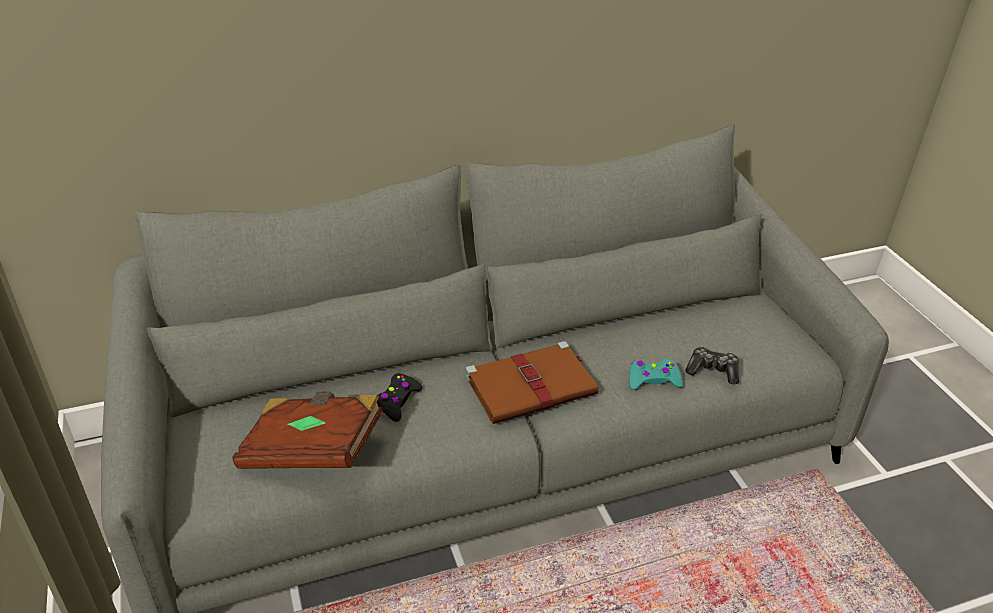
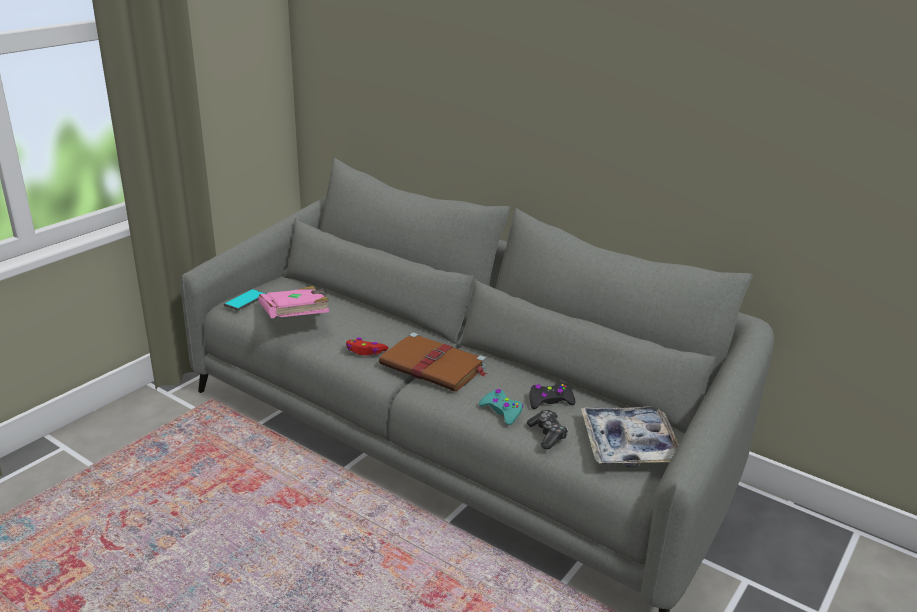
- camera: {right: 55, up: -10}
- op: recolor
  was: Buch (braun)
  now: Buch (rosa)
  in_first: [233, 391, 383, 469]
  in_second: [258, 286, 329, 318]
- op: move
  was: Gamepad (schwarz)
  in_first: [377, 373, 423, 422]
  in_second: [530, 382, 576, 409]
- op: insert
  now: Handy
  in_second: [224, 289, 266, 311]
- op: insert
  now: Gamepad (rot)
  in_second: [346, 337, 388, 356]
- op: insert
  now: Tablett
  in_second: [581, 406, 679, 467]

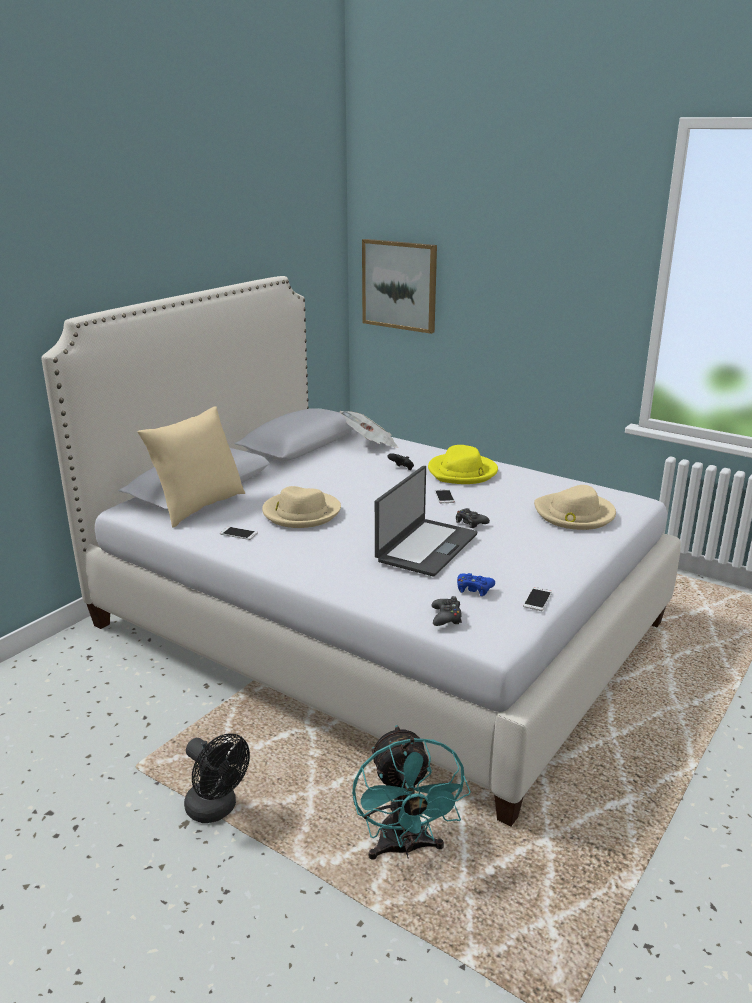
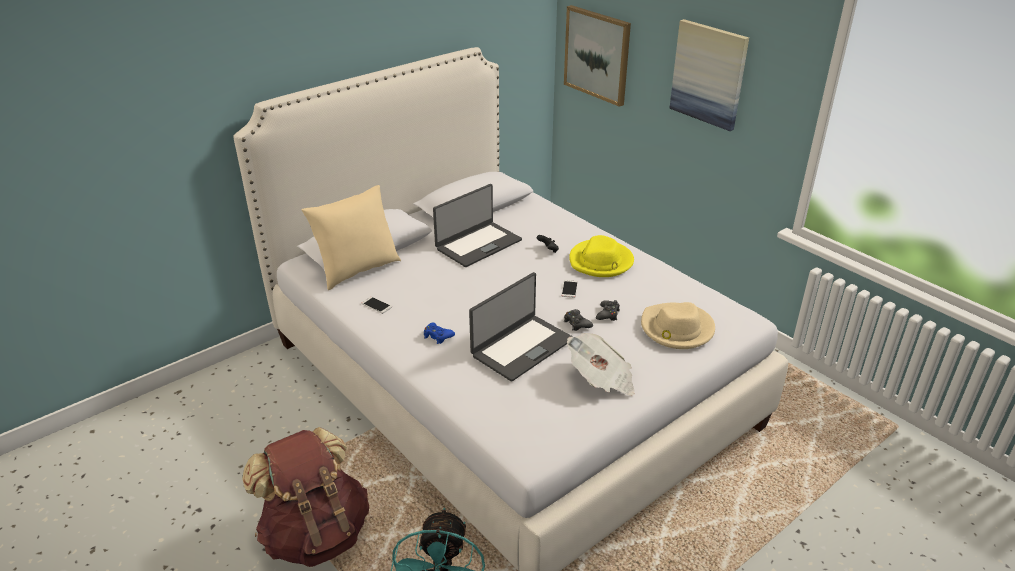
- camera: {right: 15, up: 10}
- op: replace
  was: Ventilator (schwarz)
  now: Rucksack (braun)
  in_first: [184, 733, 250, 823]
  in_second: [242, 427, 369, 567]
- op: delete
  was: Hut (beige)
  in_first: [262, 486, 341, 528]
- op: move
  was: Zeitung
  in_first: [340, 411, 399, 448]
  in_second: [567, 333, 635, 396]
- op: move
  was: Gamepad (schwarz)
  in_first: [431, 596, 462, 626]
  in_second: [596, 300, 620, 321]
- op: move
  was: Gamepad (blau)
  in_first: [457, 573, 495, 596]
  in_second: [424, 322, 455, 344]
- op: delete
  was: Handy
  in_first: [523, 587, 552, 611]
- op: insert
  now: Laptop
  in_second: [433, 184, 522, 267]
- op: insert
  now: Bild
  in_second: [669, 19, 749, 131]

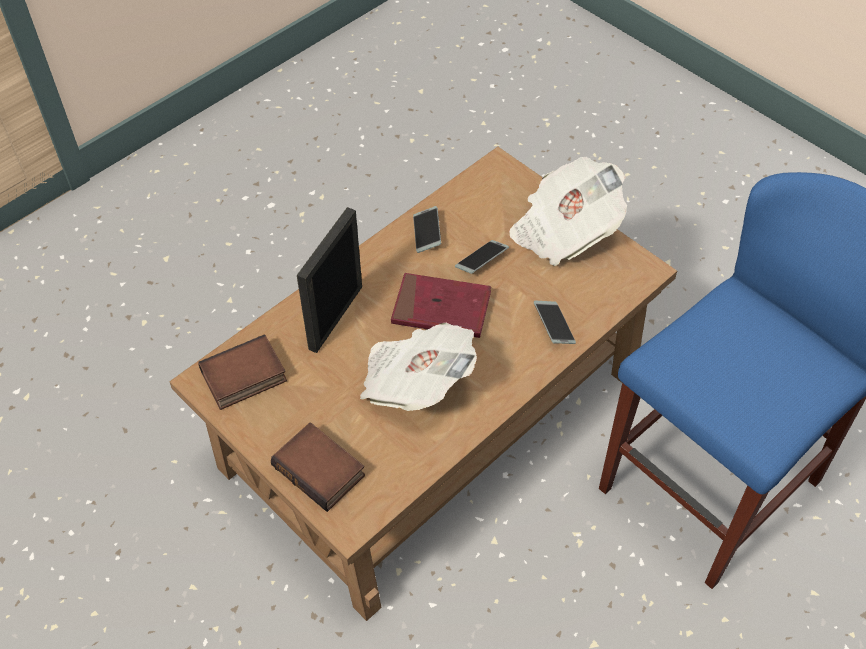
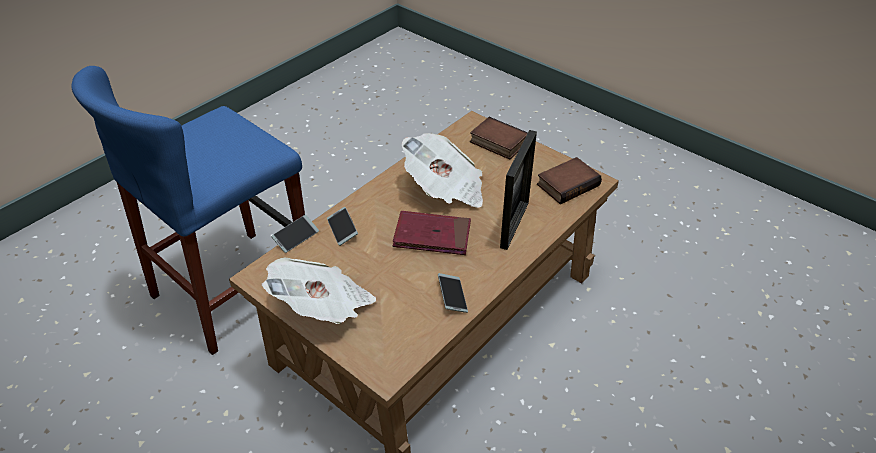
- camera: {right: 175, up: -10}
- op: move
  was: Handy
  in_first: [455, 240, 509, 274]
  in_second: [271, 215, 319, 253]

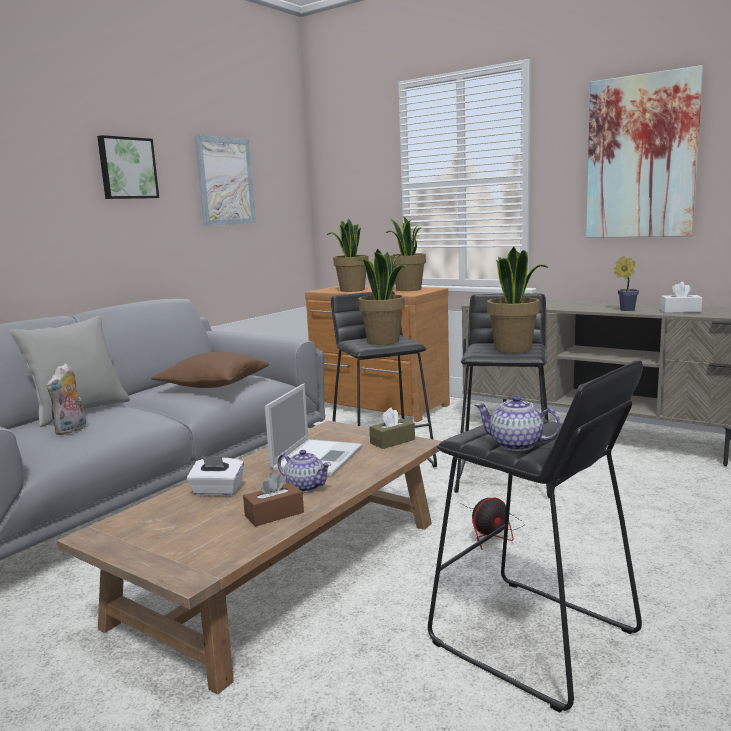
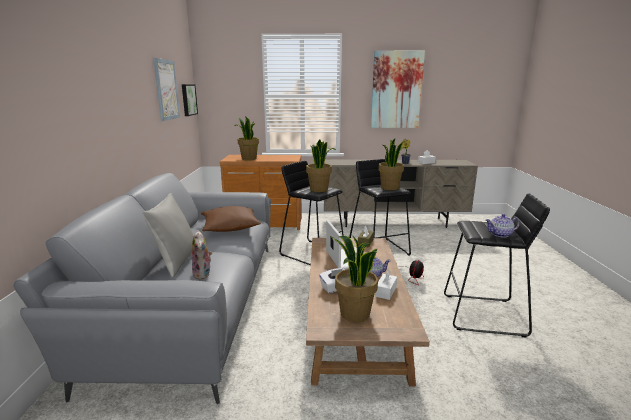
- camera: {right: -35, up: 5}
- op: move
  was: Bild
  in_first: [97, 135, 159, 199]
  in_second: [182, 84, 198, 116]
- op: recolor
  was: Taschentuchbox (braun)
  now: Taschentuchbox (weiß)
  in_first: [243, 473, 304, 527]
  in_second: [375, 270, 397, 300]
- op: move
  was: Topfpflanze
  in_first: [386, 217, 426, 291]
  in_second: [332, 236, 378, 322]

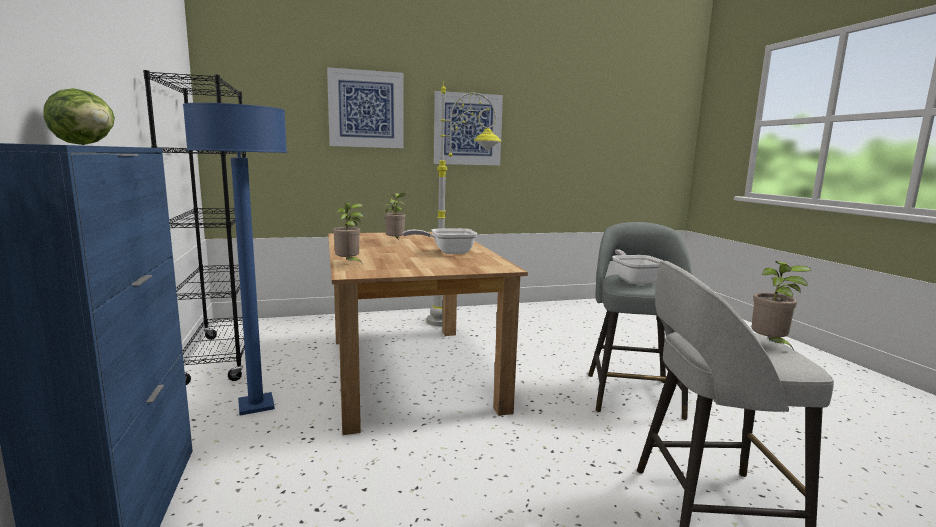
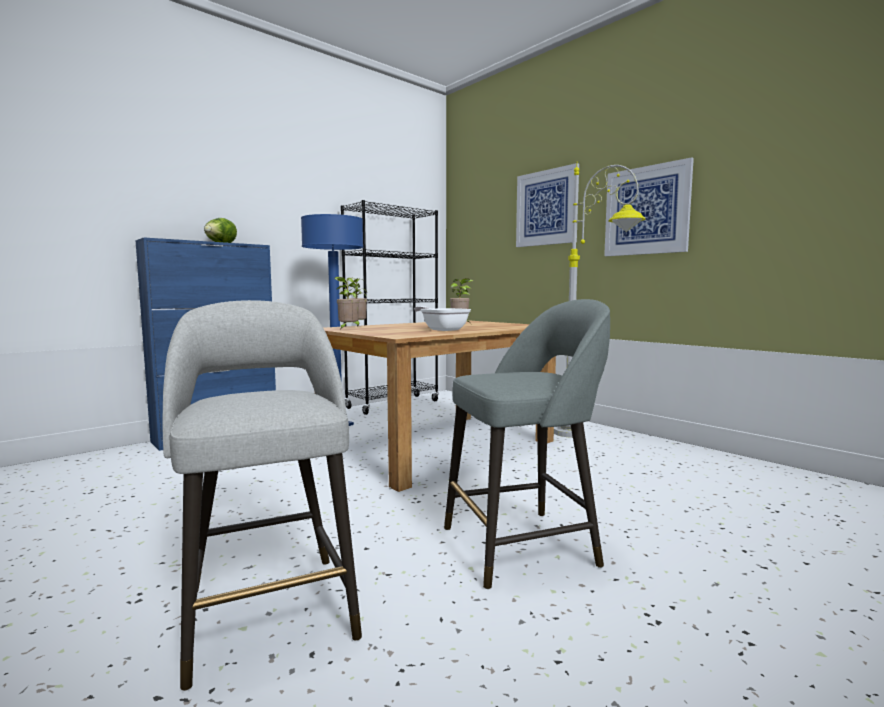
- camera: {right: 65, up: -5}
- op: delete
  was: Pfanne
  in_first: [612, 249, 664, 284]
- op: move
  was: Topfpflanze
  in_first: [751, 261, 812, 350]
  in_second: [335, 277, 360, 330]

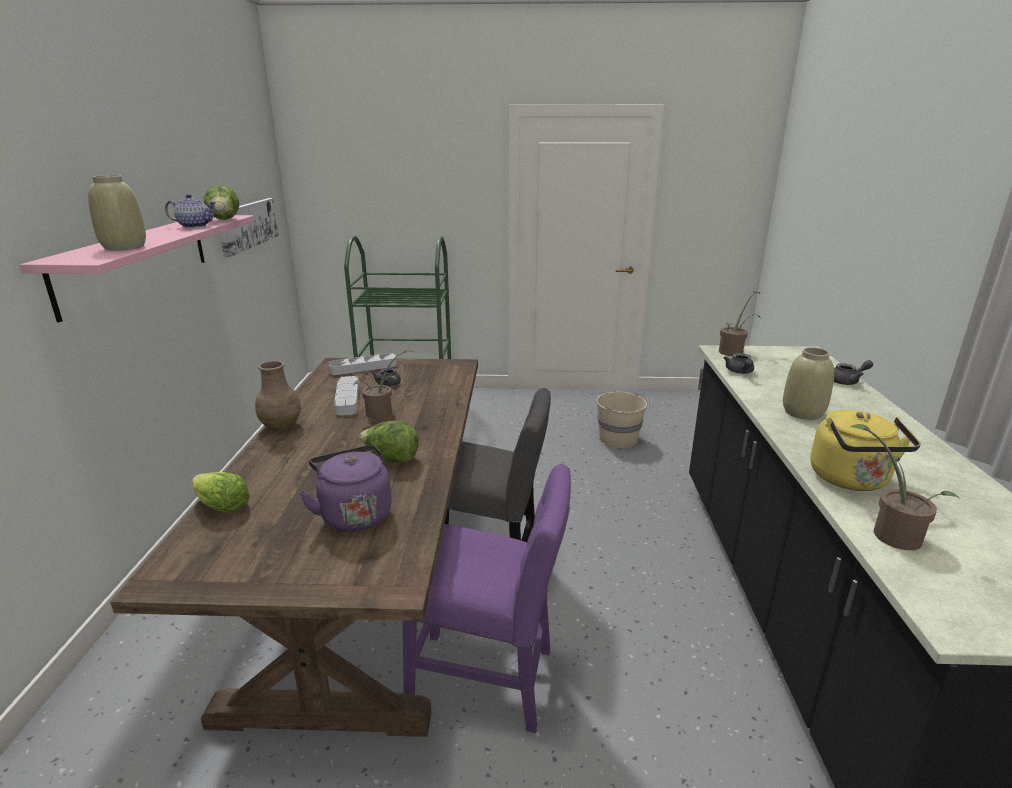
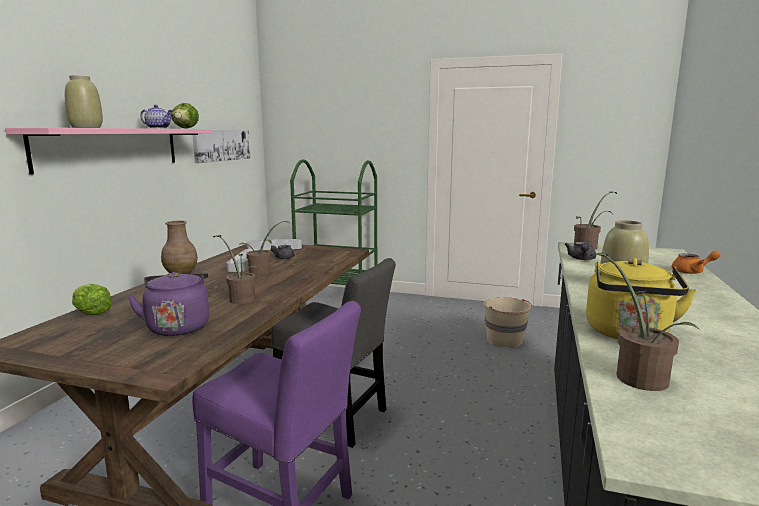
- camera: {right: 15, up: -10}
- op: replace
  was: Salatkopf
  now: Topfpflanze
  in_first: [359, 421, 419, 463]
  in_second: [213, 235, 259, 304]
- op: recolor
  was: Teekanne (grau)
  now: Teekanne (orange)
  in_first: [834, 360, 873, 385]
  in_second: [672, 251, 721, 274]

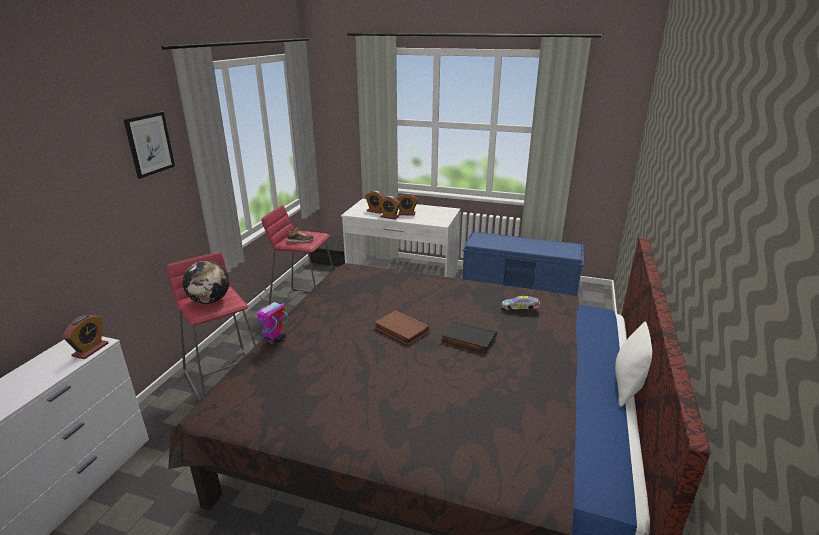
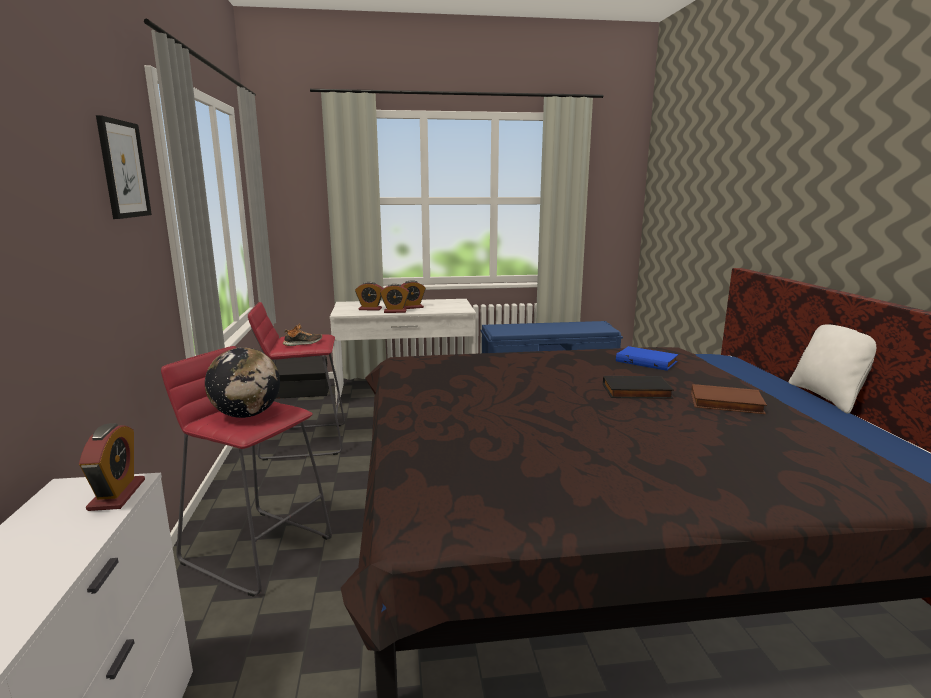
- camera: {right: -25, up: -10}
- op: delete
  was: Spielzeugroboter
  in_first: [255, 289, 288, 345]
- op: move
  was: Buch (braun)
  in_first: [375, 310, 429, 345]
  in_second: [691, 384, 767, 414]
- op: replace
  was: Spielzeugauto
  now: Buch (blau)
  in_first: [501, 296, 540, 310]
  in_second: [616, 346, 678, 371]

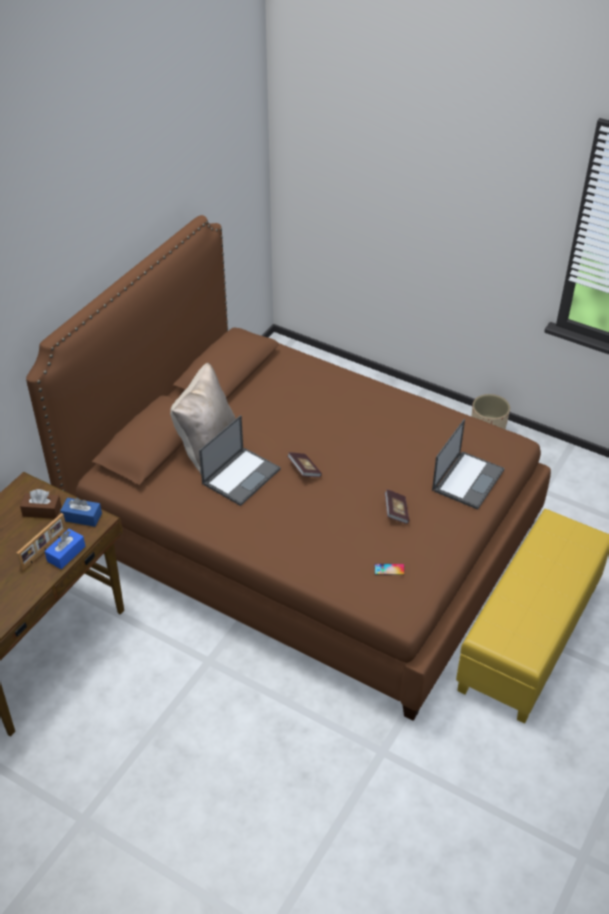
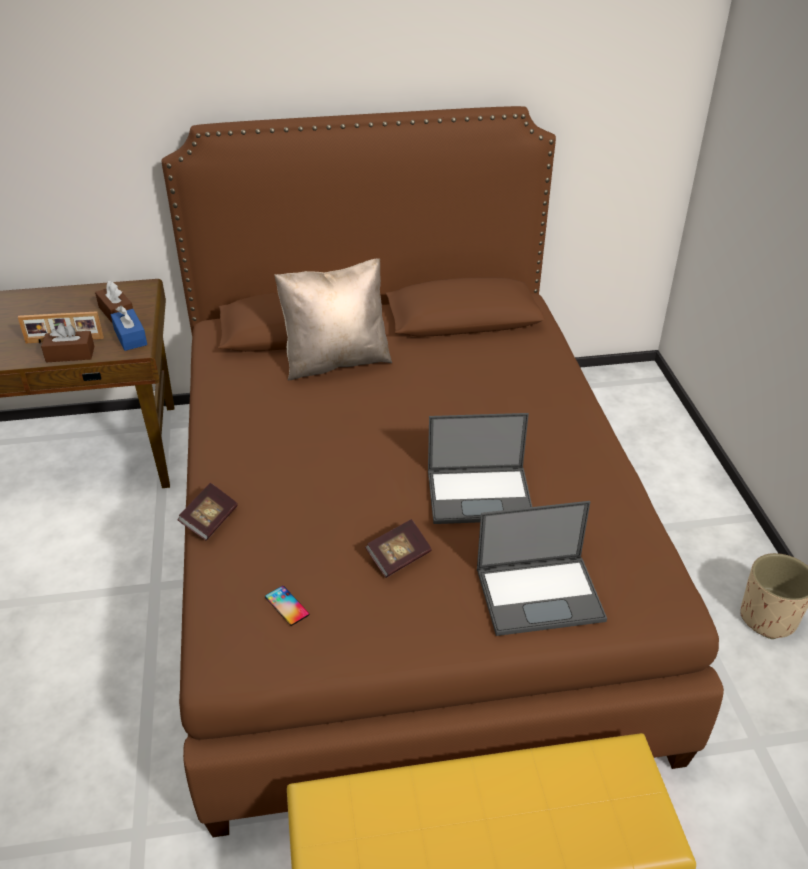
- camera: {right: 50, up: -5}
- op: recolor
  was: Taschentuchbox (blau)
  now: Taschentuchbox (braun)
  in_first: [45, 529, 86, 569]
  in_second: [41, 323, 95, 363]
- op: move
  was: Laptop
  in_first: [199, 415, 281, 506]
  in_second: [428, 413, 532, 524]
- op: move
  was: Buch
  in_first: [287, 452, 322, 477]
  in_second: [177, 483, 238, 541]

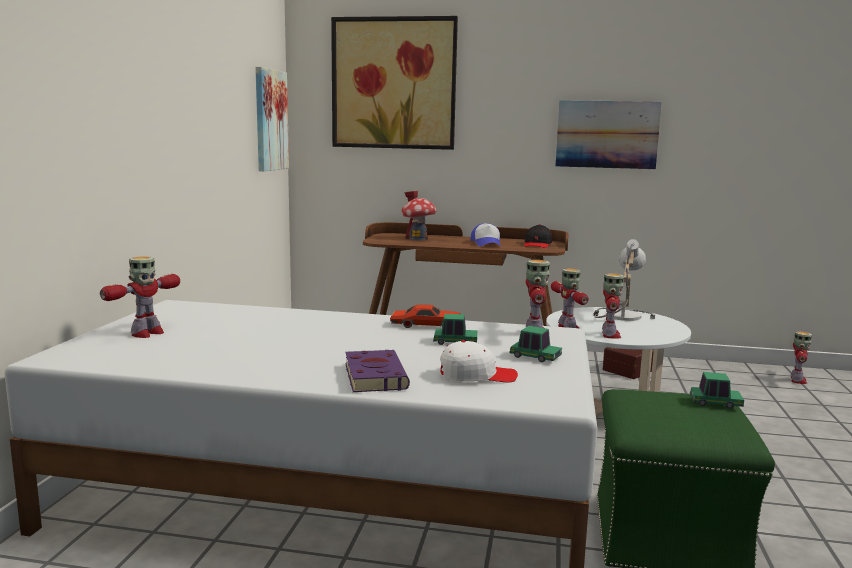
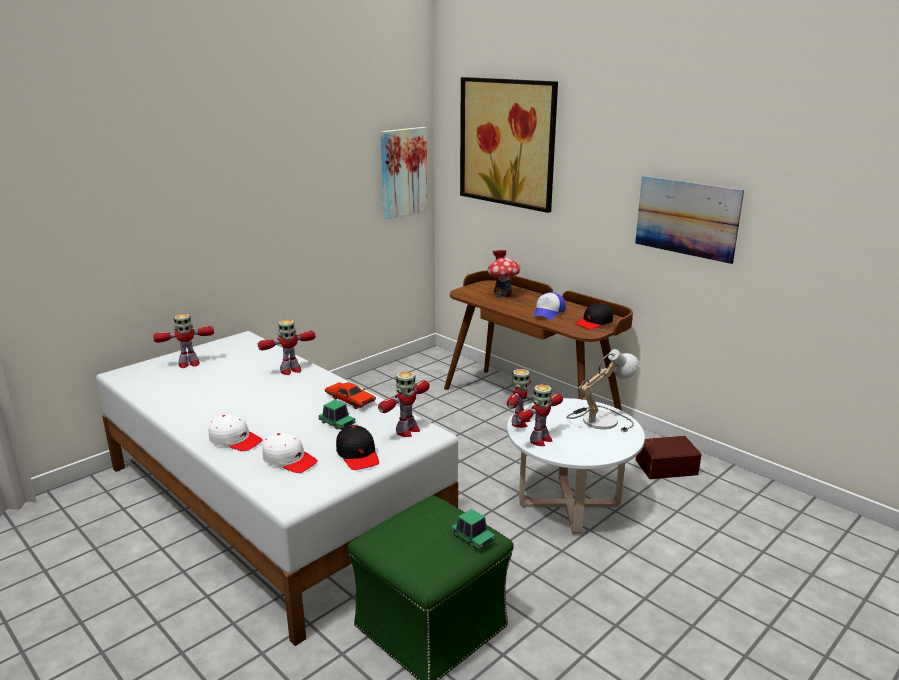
- camera: {right: 35, up: 10}
- op: replace
  was: Buch (lila)
  now: Kappe (weiß)
  in_first: [345, 350, 410, 392]
  in_second: [208, 414, 263, 451]
- op: replace
  was: Spielzeugauto
  now: Kappe (schwarz)
  in_first: [509, 326, 562, 362]
  in_second: [336, 425, 379, 470]
- op: move
  was: Spielzeugroboter
  in_first: [791, 331, 812, 384]
  in_second: [258, 319, 316, 375]

